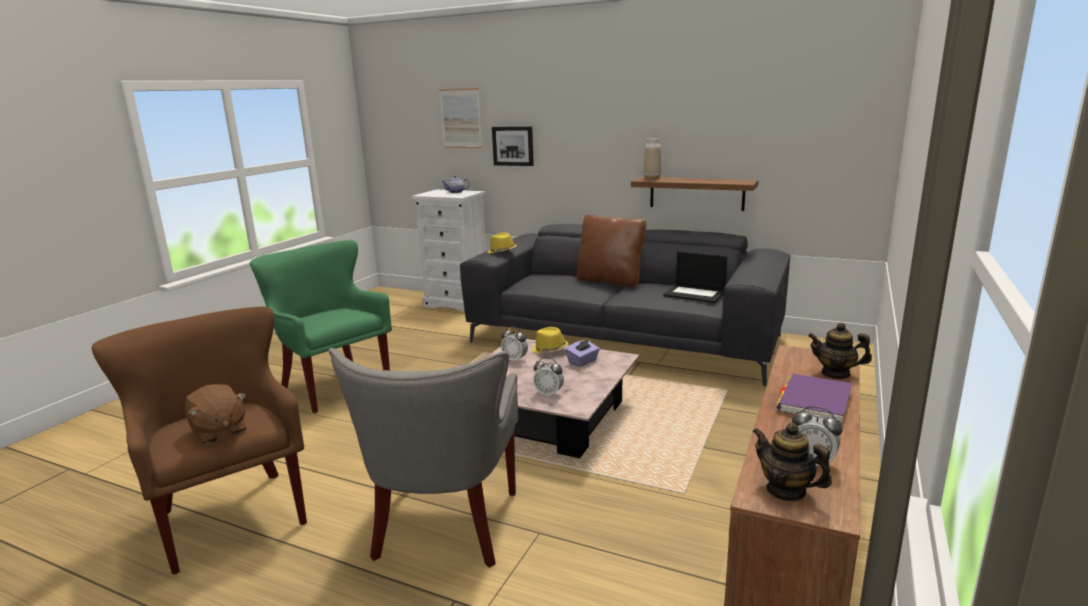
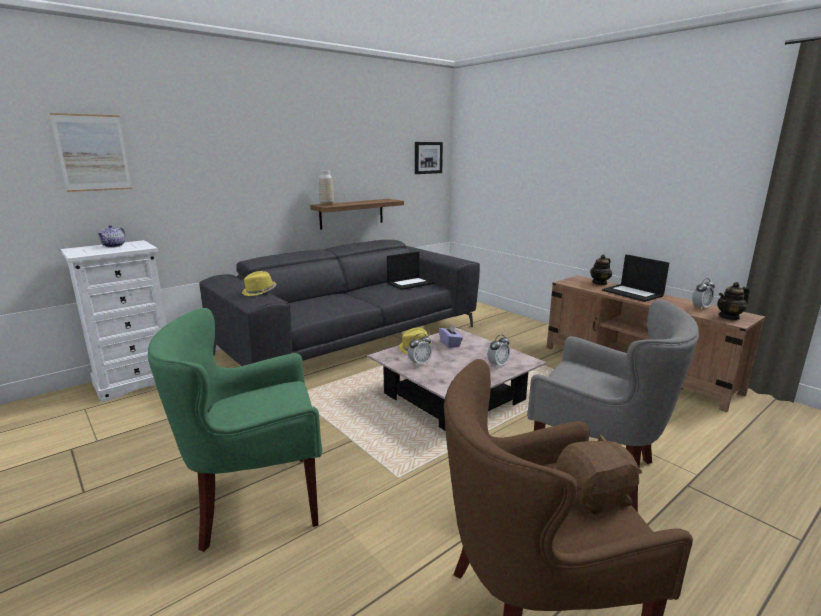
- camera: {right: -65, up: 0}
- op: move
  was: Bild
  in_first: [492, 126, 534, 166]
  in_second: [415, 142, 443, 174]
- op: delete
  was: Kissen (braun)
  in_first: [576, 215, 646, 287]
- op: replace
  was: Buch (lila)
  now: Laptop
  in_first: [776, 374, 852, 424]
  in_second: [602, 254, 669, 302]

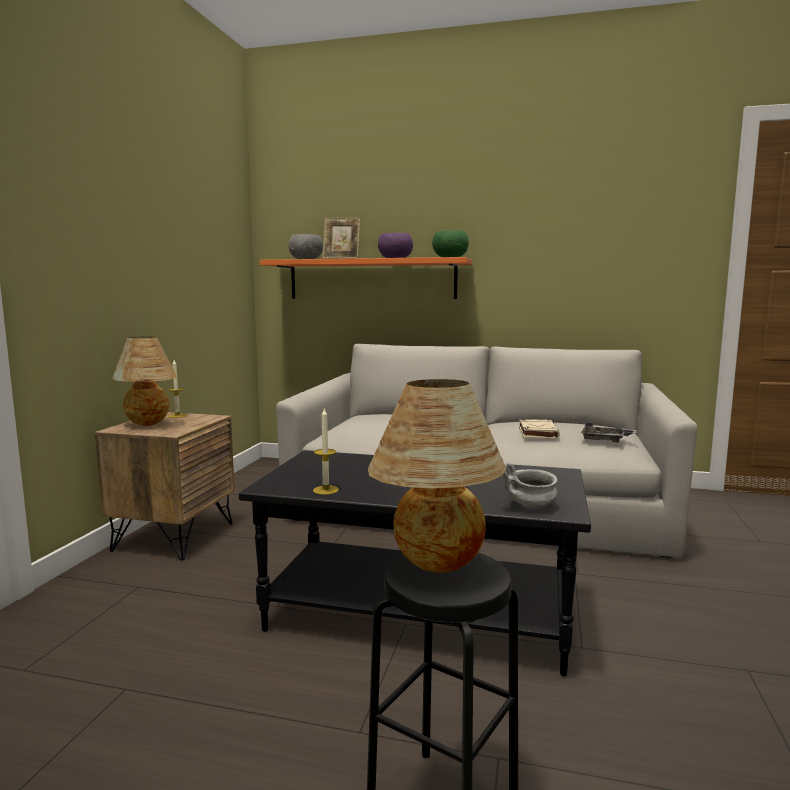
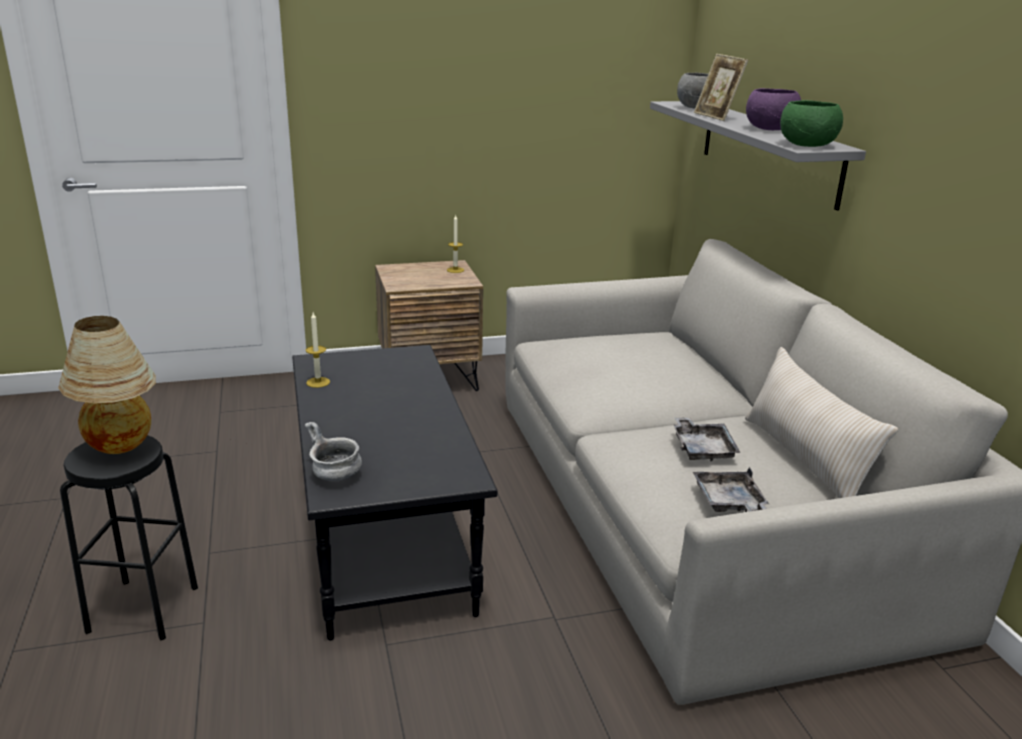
- camera: {right: 60, up: 15}
- op: delete
  was: Tischlampe
  in_first: [112, 336, 177, 426]
- op: recolor
  was: Wandregal (orange)
  now: Wandregal (grau)
  in_first: [260, 257, 472, 299]
  in_second: [650, 101, 866, 210]
- op: replace
  was: Buch (beige)
  now: Tablett (grau)
  in_first: [519, 419, 560, 439]
  in_second: [673, 417, 741, 461]
- op: insert
  now: Kissen (beige)
  in_second: [745, 347, 898, 498]

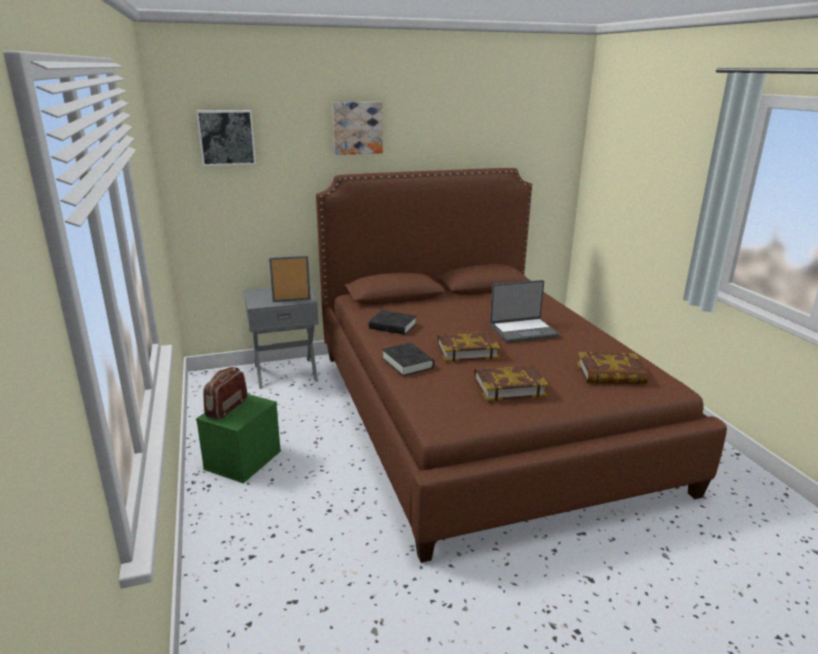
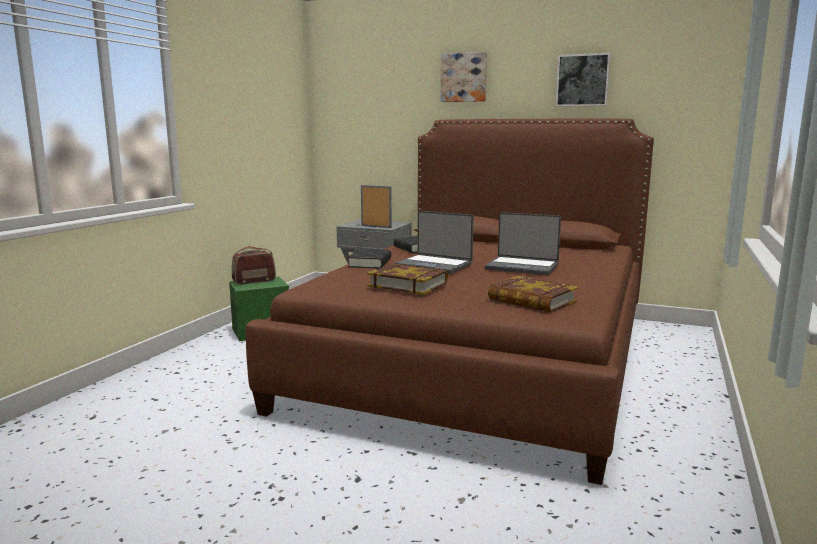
- camera: {right: 40, up: -10}
- op: move
  was: Bild
  in_first: [196, 110, 256, 166]
  in_second: [556, 53, 611, 107]
- op: replace
  was: Buch
  now: Laptop
  in_first: [437, 331, 500, 362]
  in_second: [394, 211, 474, 274]

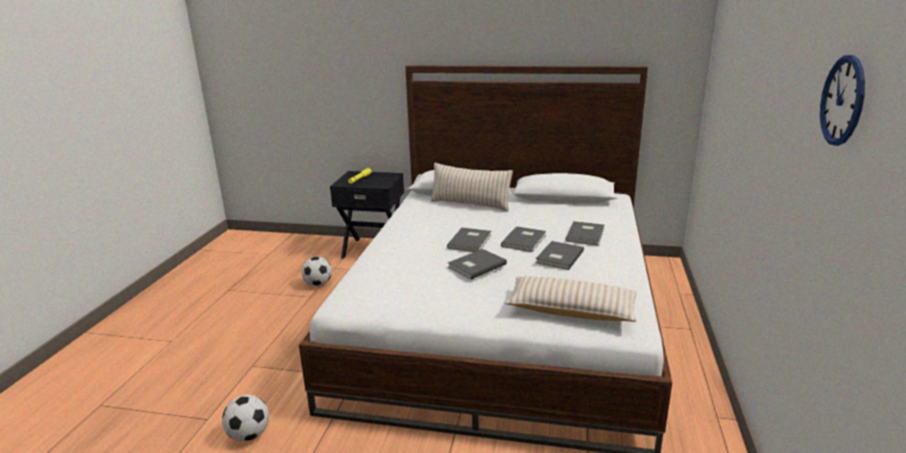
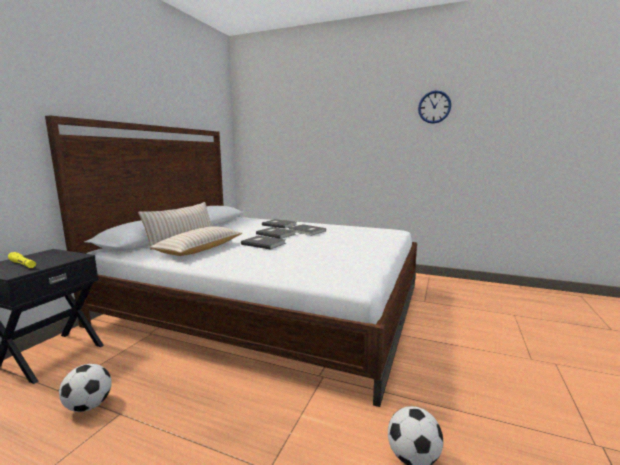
- camera: {right: -80, up: -10}
- op: delete
  was: Buch (grau)
  in_first: [448, 249, 507, 279]
- op: move
  was: Kissen (beige)
  in_first: [505, 276, 637, 322]
  in_second: [149, 226, 242, 256]

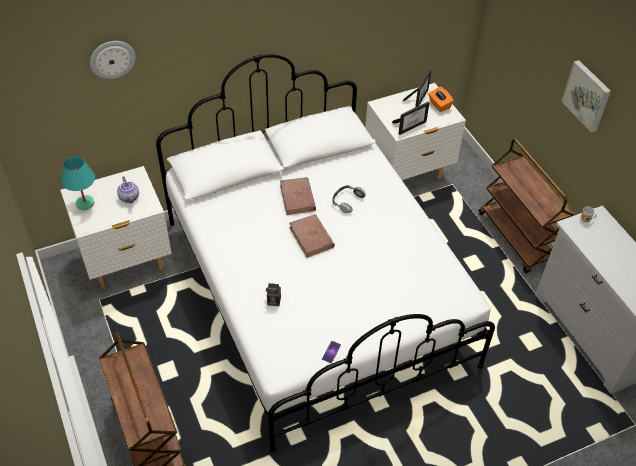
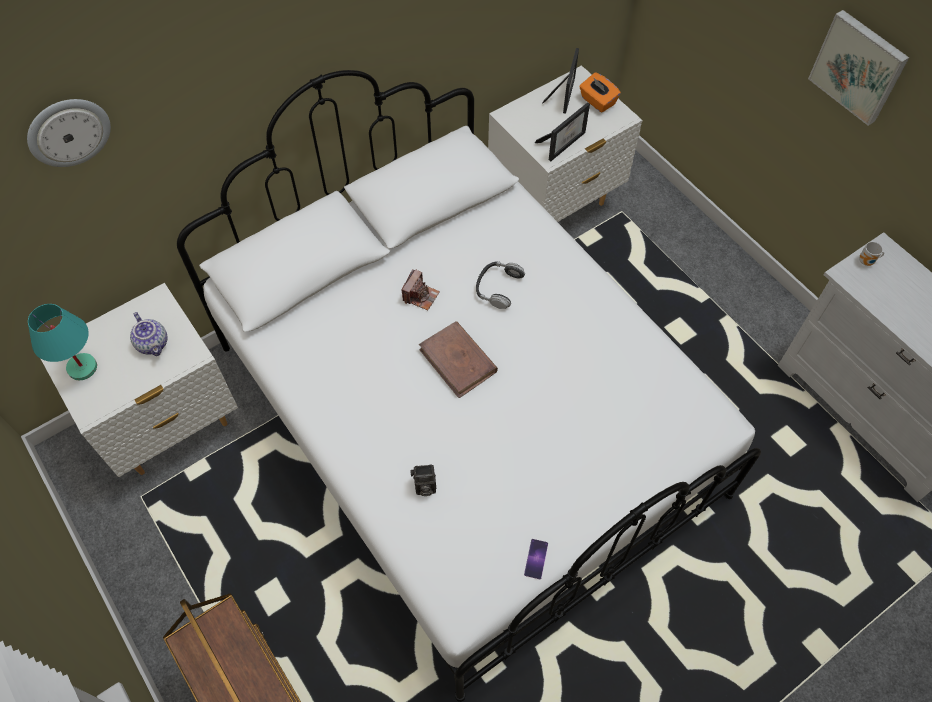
- camera: {right: -10, up: 10}
- op: replace
  was: Buch (braun)
  now: Kamera
  in_first: [280, 177, 316, 215]
  in_second: [402, 269, 440, 310]
- op: delete
  was: Rollwagen (braun)
  in_first: [479, 139, 575, 273]

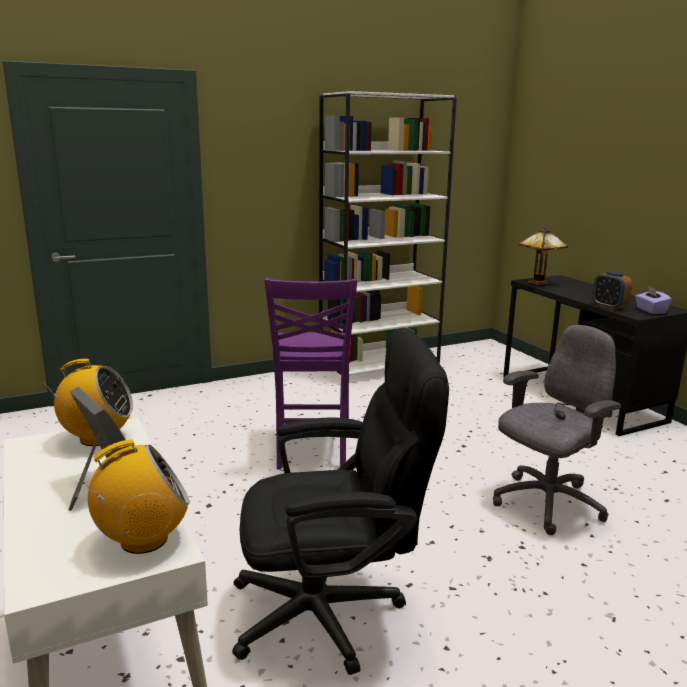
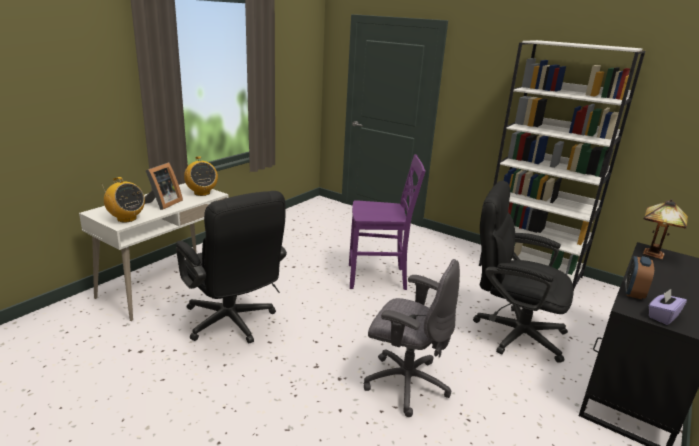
- camera: {right: 60, up: 5}
- op: rotate
  was: Stuhl (lila)
  in_first: [265, 278, 357, 470]
  in_second: [349, 154, 426, 290]
  clockwise: -150
- op: insert
  now: Bürostuhl (schwarz)
  in_second: [473, 181, 573, 363]

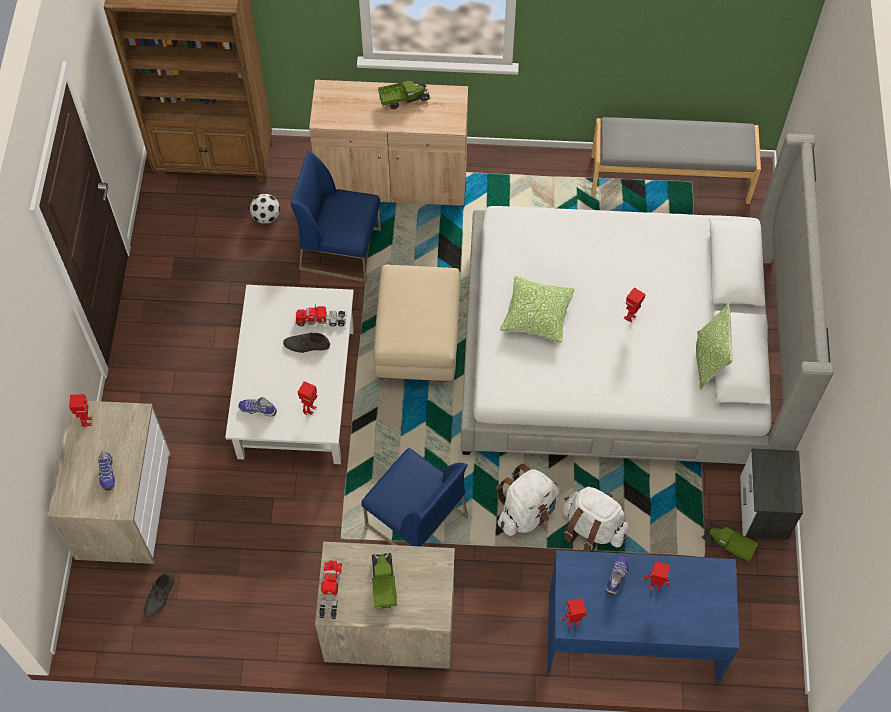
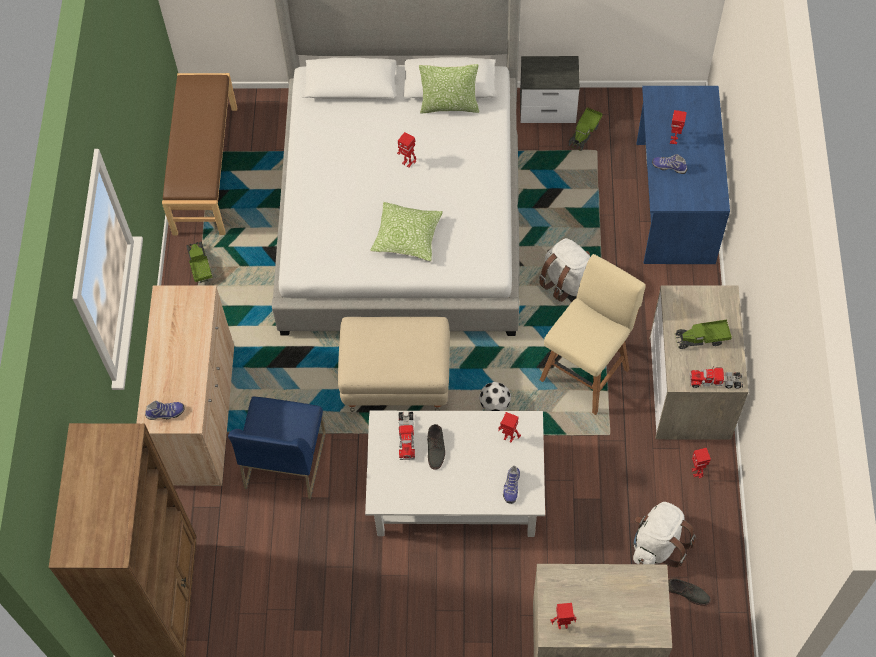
- camera: {right: -90, up: 0}
- op: move
  was: Schuh
  in_first: [98, 451, 115, 491]
  in_second: [145, 401, 185, 420]
- op: move
  was: Fußball
  in_first: [250, 194, 280, 224]
  in_second: [479, 382, 511, 411]
- op: replace
  was: Stuhl (blau)
  now: Hocker (beige)
  in_first: [361, 448, 468, 547]
  in_second: [540, 254, 646, 415]
- op: move
  was: Spielzeuglaster
  in_first: [378, 81, 430, 109]
  in_second: [186, 242, 213, 283]
- op: move
  was: Spielzeugroboter
  in_first: [561, 598, 587, 627]
  in_second: [691, 448, 711, 478]
- op: move
  was: Rucksack (weiß)
  in_first: [563, 487, 629, 552]
  in_second: [633, 502, 696, 567]
- op: recolor
  was: Bank (grau)
  now: Bank (braun)
  in_first: [591, 117, 761, 204]
  in_second: [162, 73, 237, 235]

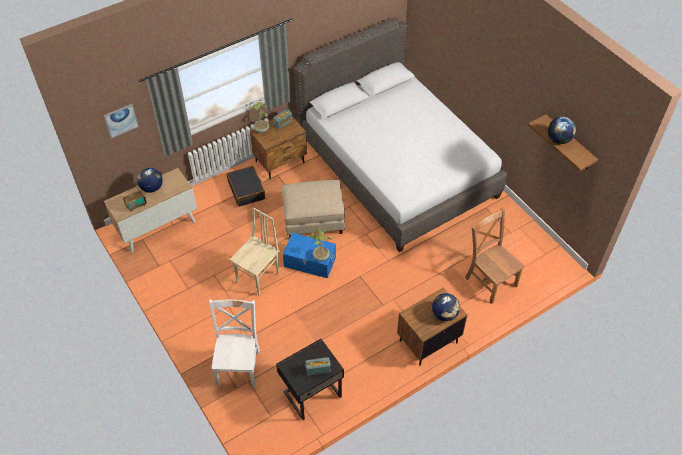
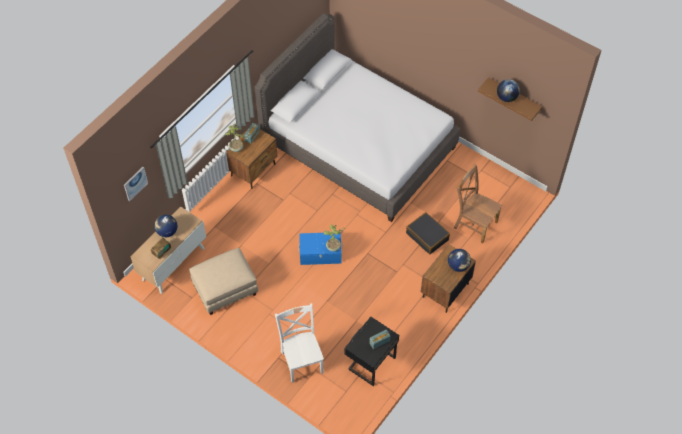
- camera: {right: -20, up: 5}
- op: move
  was: Koffer (schwarz)
  in_first: [227, 166, 265, 207]
  in_second: [406, 212, 450, 254]
- op: delete
  was: Stuhl (beige)
  in_first: [229, 208, 280, 296]
- op: move
  was: Polsterhocker (beige)
  in_first: [282, 180, 345, 239]
  in_second: [189, 248, 258, 315]

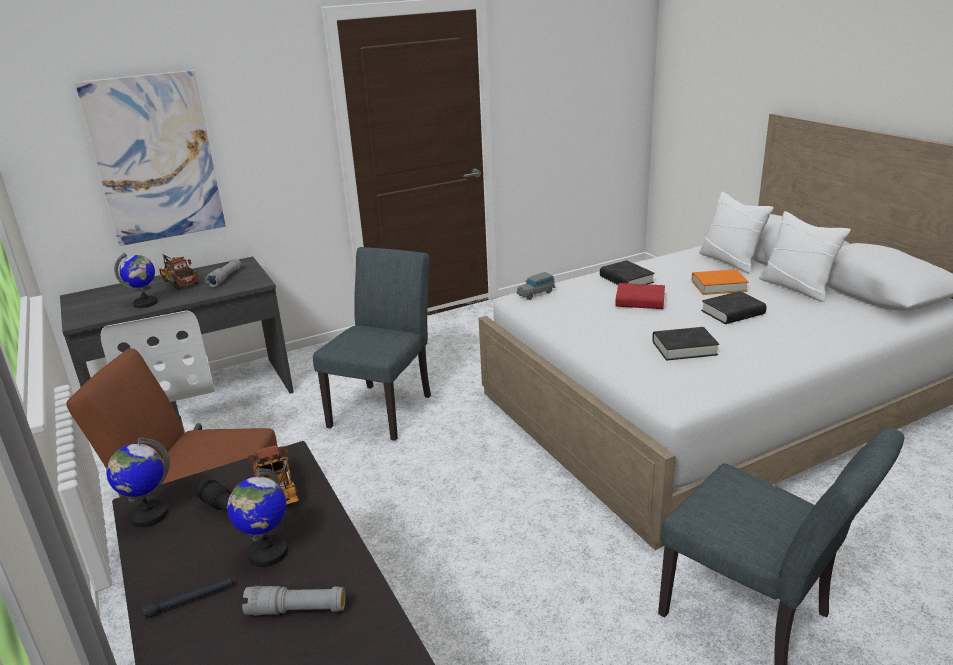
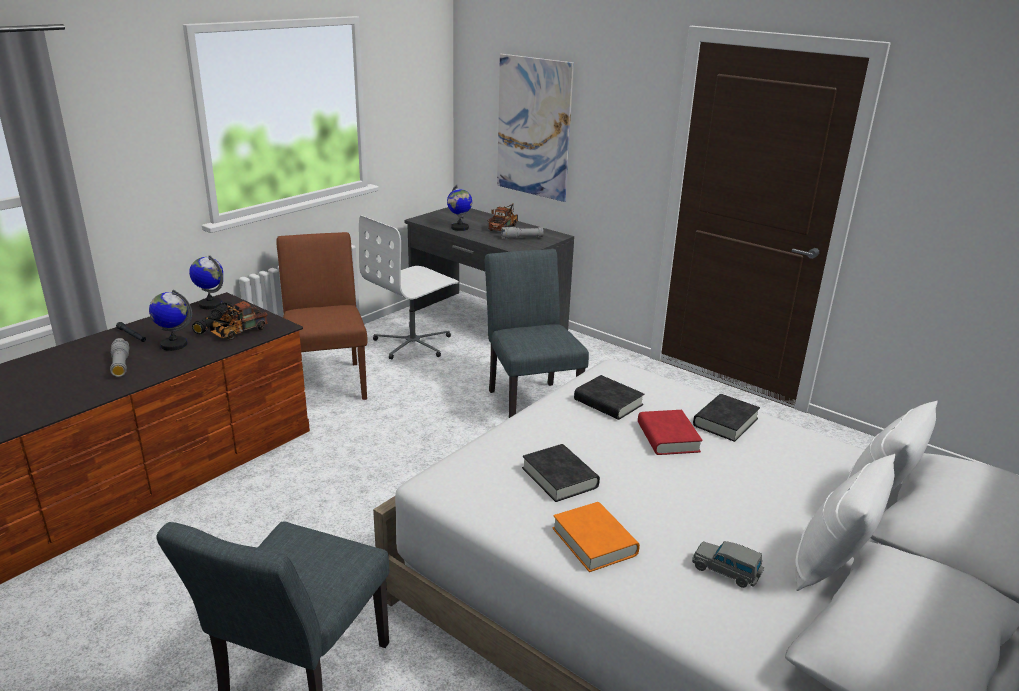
- camera: {right: 65, up: 0}
- op: rotate
  was: Stuhl (grau)
  in_first: [313, 247, 431, 441]
  in_second: [485, 249, 589, 418]
  clockwise: -105
- op: move
  was: Spielzeugauto (grau)
  in_first: [517, 272, 555, 300]
  in_second: [692, 541, 764, 588]
- op: move
  was: Buch (orange)
  in_first: [692, 269, 749, 295]
  in_second: [553, 502, 640, 572]
- op: move
  was: Buch (schwarz)
  in_first: [701, 291, 767, 324]
  in_second: [574, 375, 644, 420]

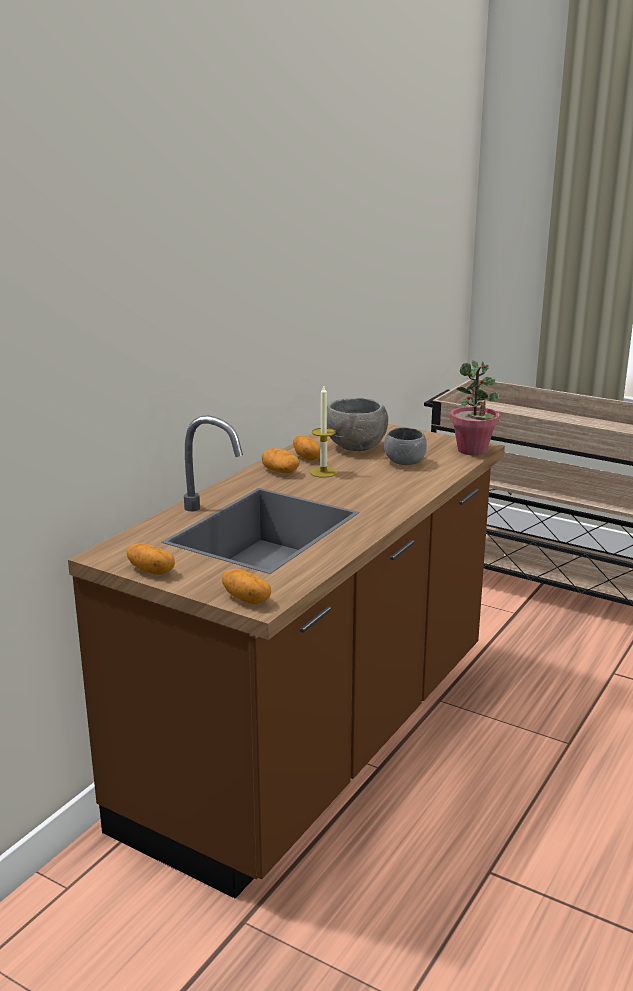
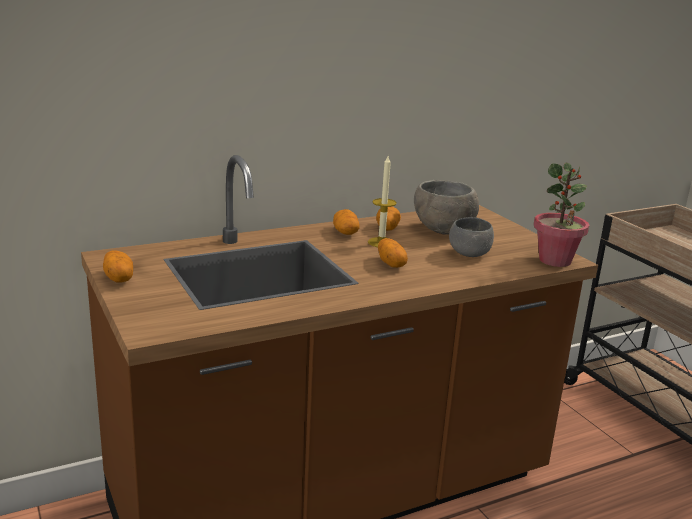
- camera: {right: 30, up: 0}
- op: move
  was: Kartoffel
  in_first: [222, 569, 271, 604]
  in_second: [378, 238, 408, 268]

